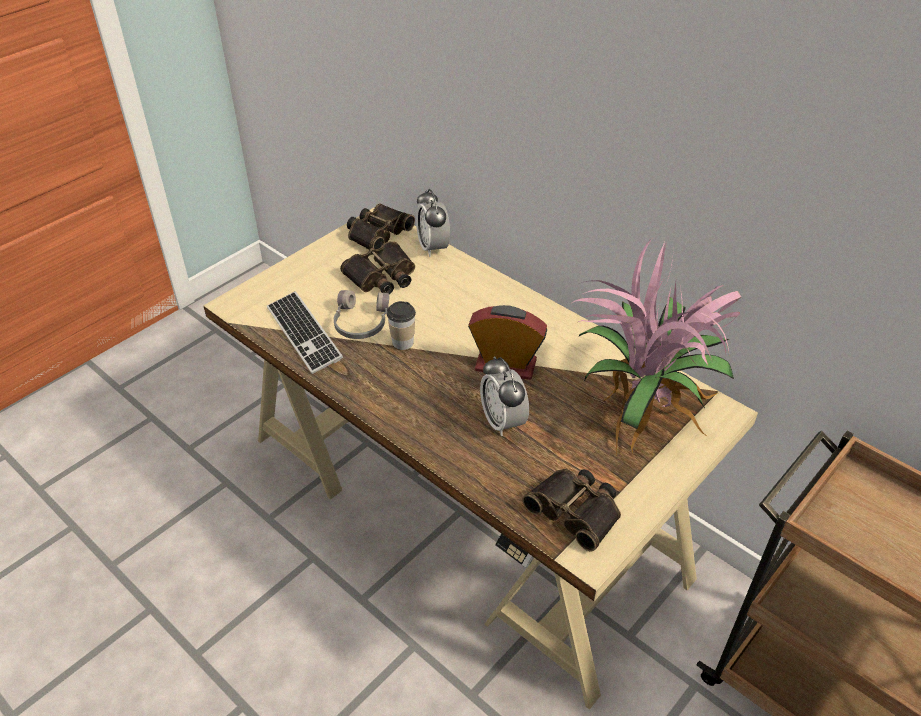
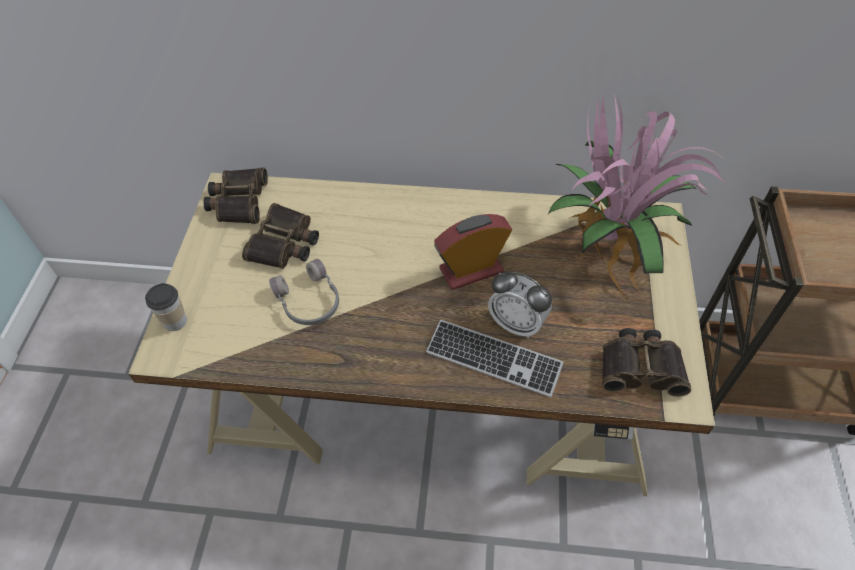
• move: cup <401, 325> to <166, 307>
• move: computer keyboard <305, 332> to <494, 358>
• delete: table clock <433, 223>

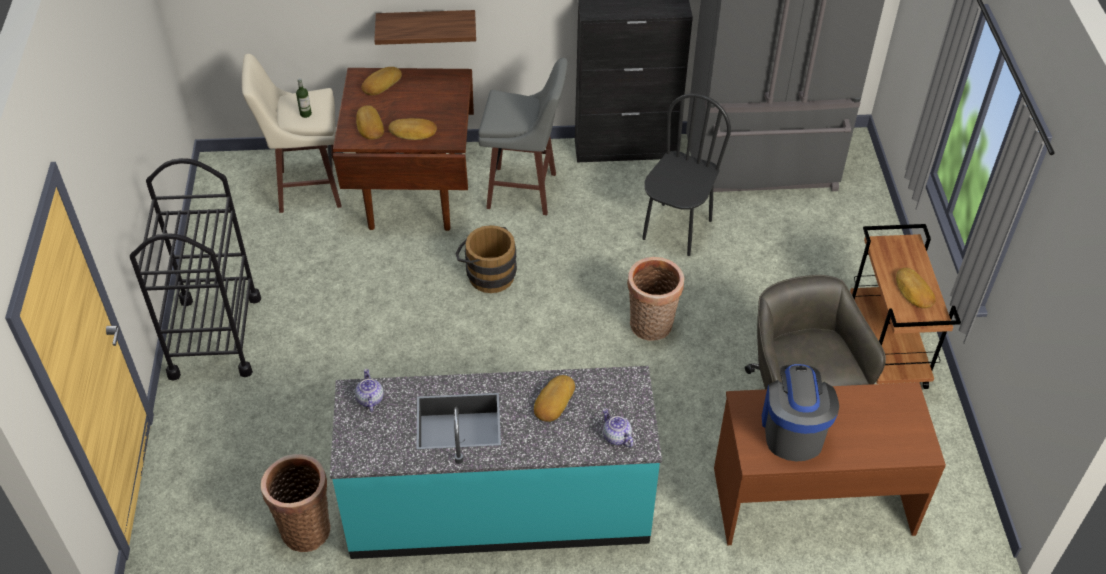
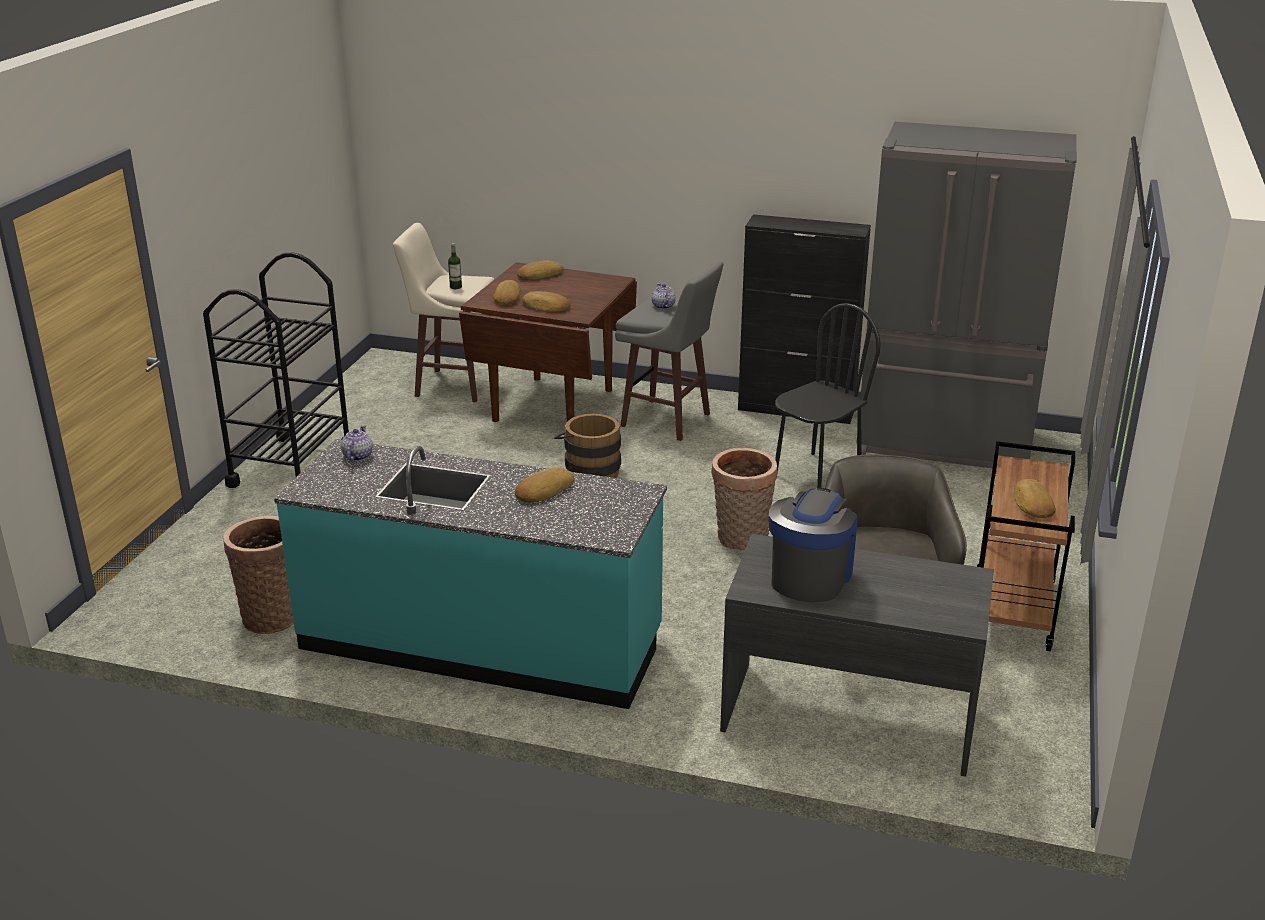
• move: tea pot <618, 428> to <664, 296>
• recolor: brown desk table <830, 463> to greyish desk table <857, 655>
• delete: shelf <425, 27>

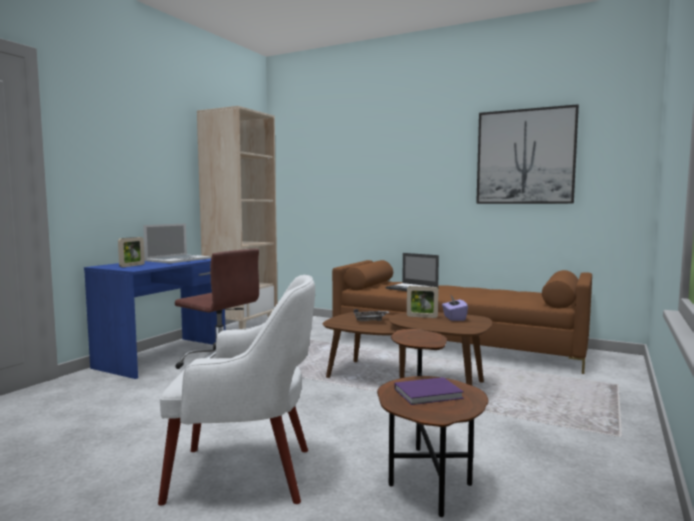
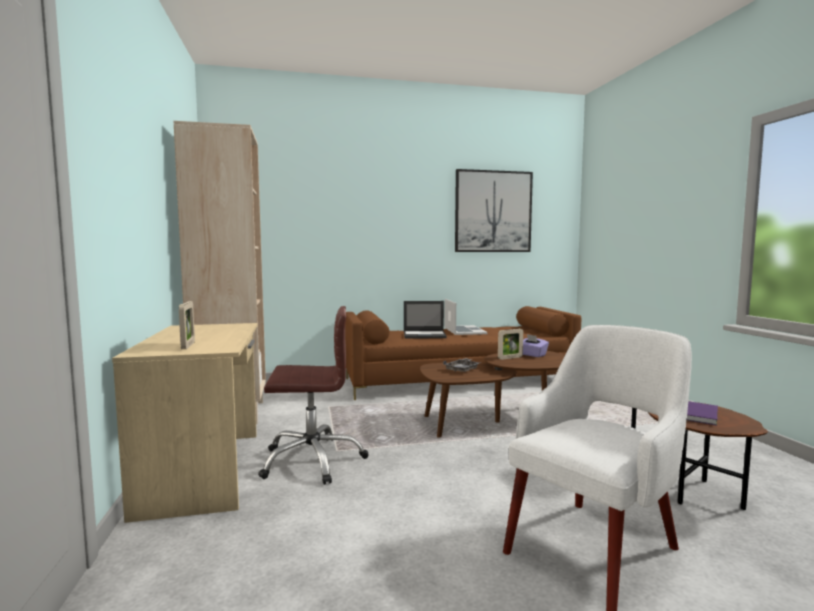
• recolor: blue desk table <154, 319> to sand-coloured desk table <185, 423>
• move: portable computer <177, 243> to <466, 317>

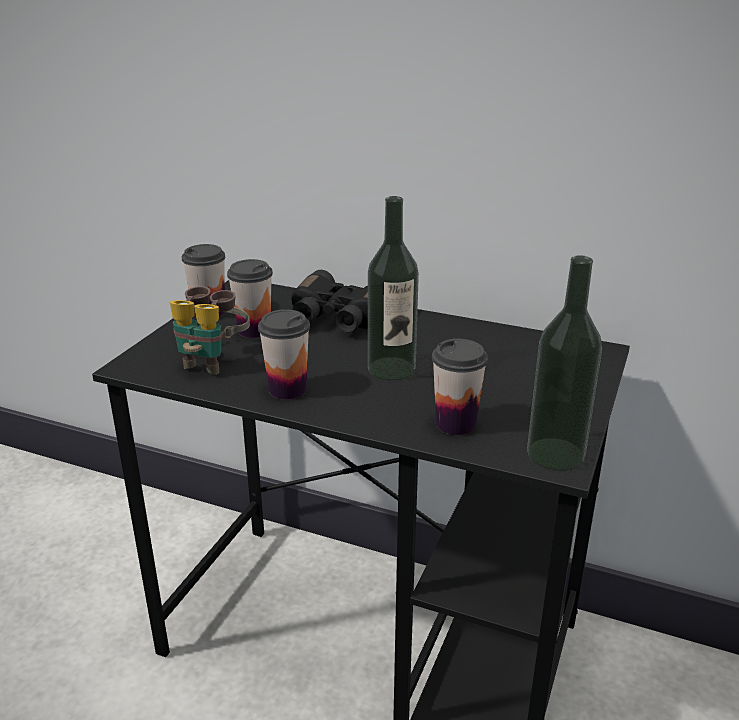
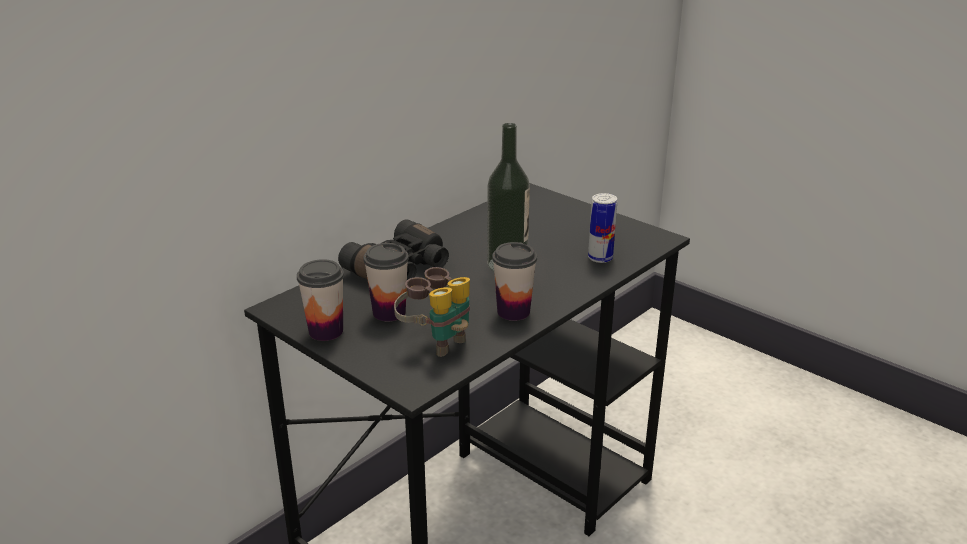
• replace: cup <460, 387> to metal can <602, 228>
• delete: beverage bottle <564, 363>

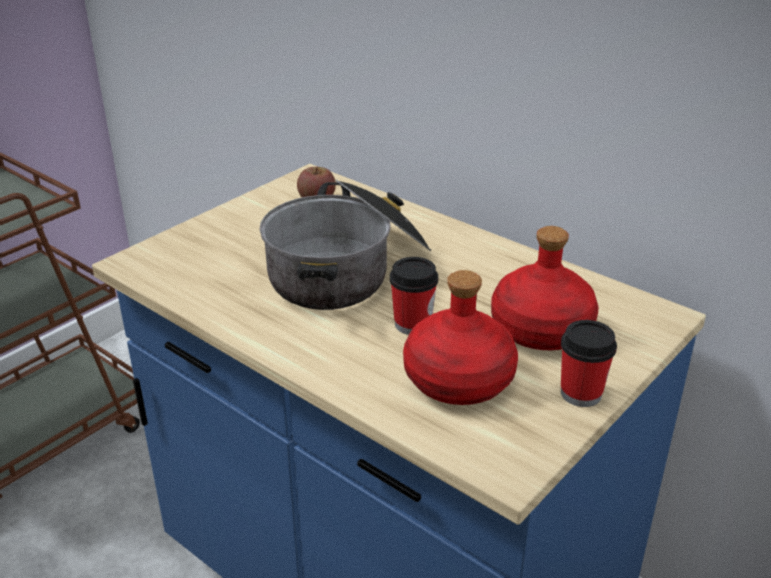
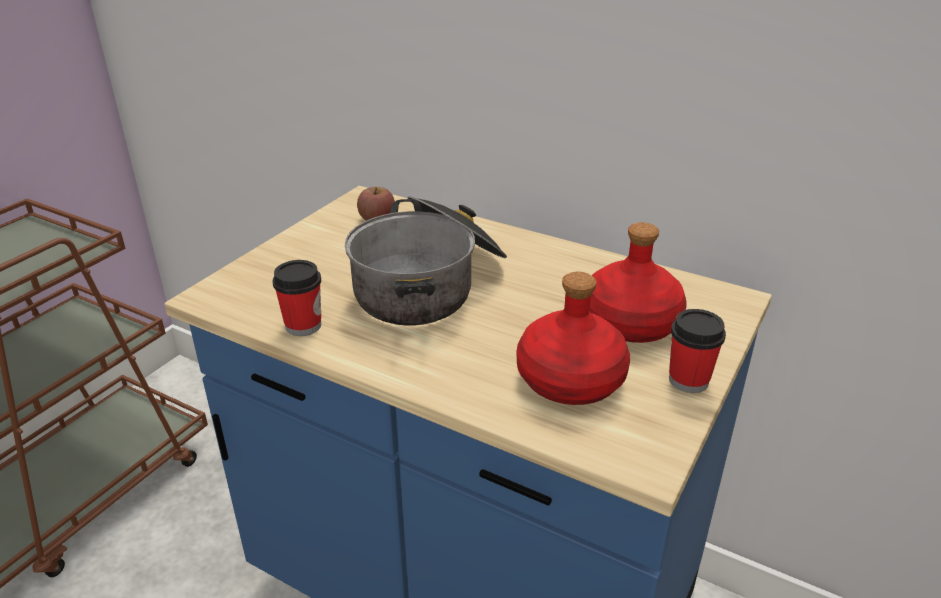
• move: cup <414, 296> to <296, 298>

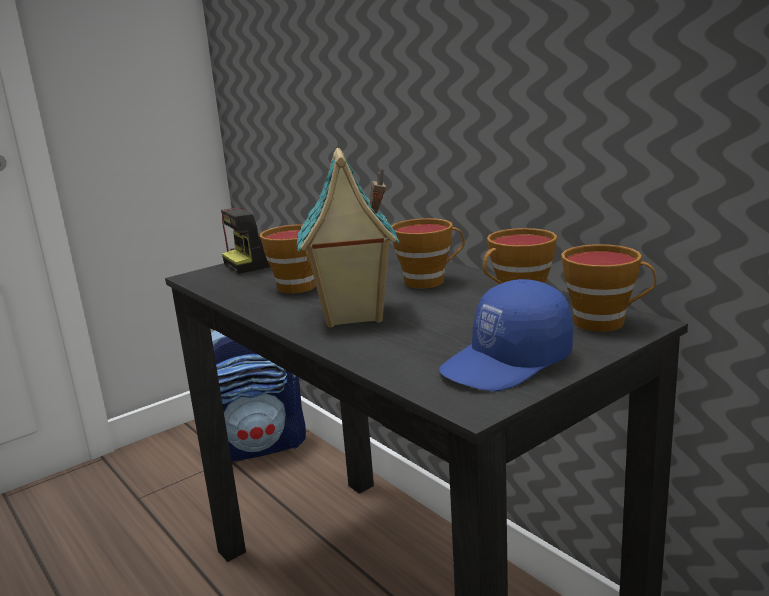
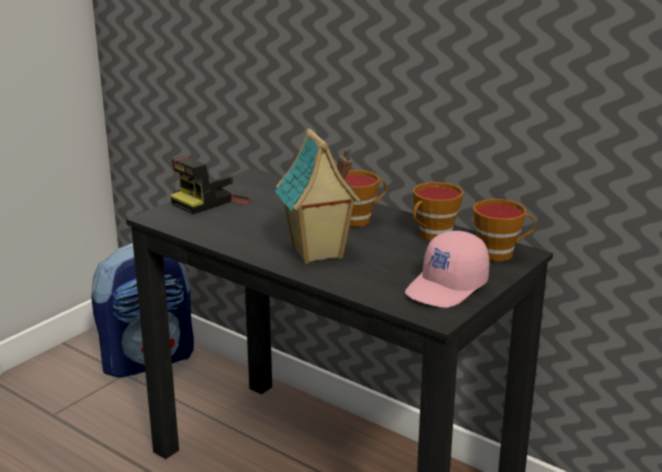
• recolor: blue cap <506, 335> to pink cap <447, 269>
• delete: cup <288, 259>

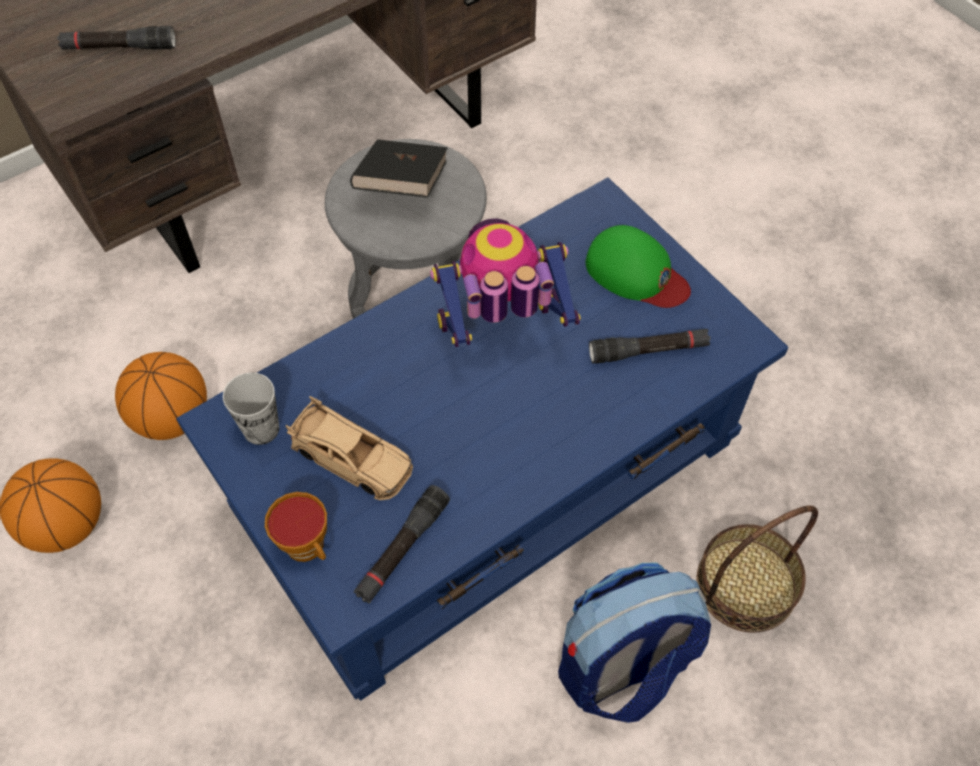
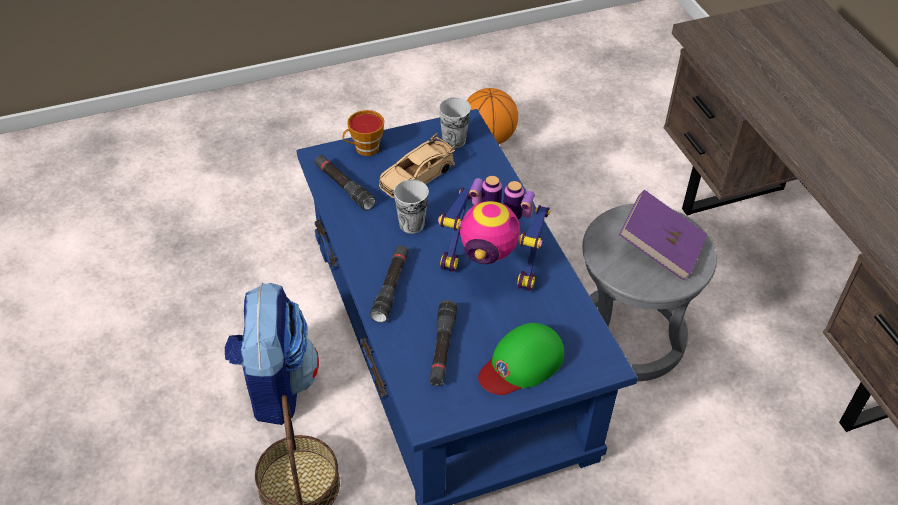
• move: black torch <116, 38> to <389, 284>
• insert: cup <411, 206>
• rotate: toy robot <505, 283> = <494, 233> 105 degrees clockwise
• recolor: black bound book <398, 168> to purple bound book <663, 235>
• delete: ball for basketball <161, 396>

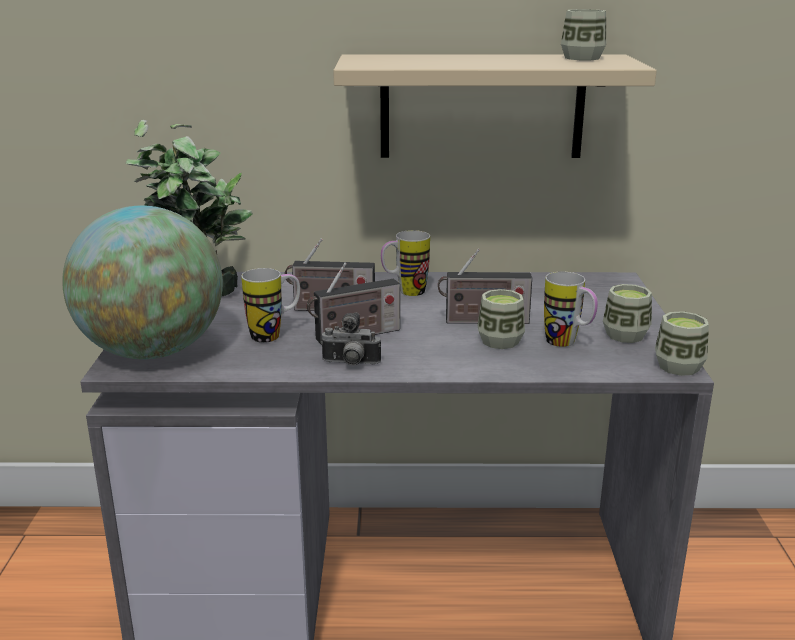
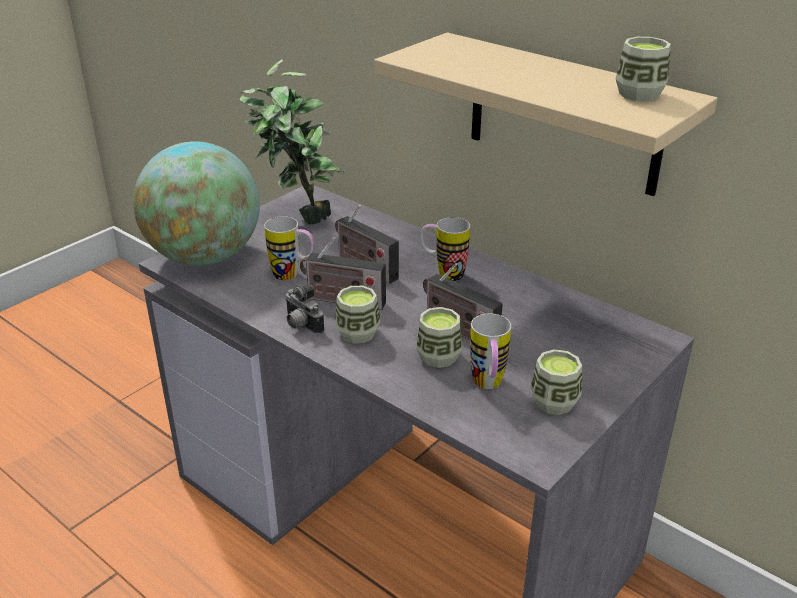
• move: cup <682, 343> to <357, 315>

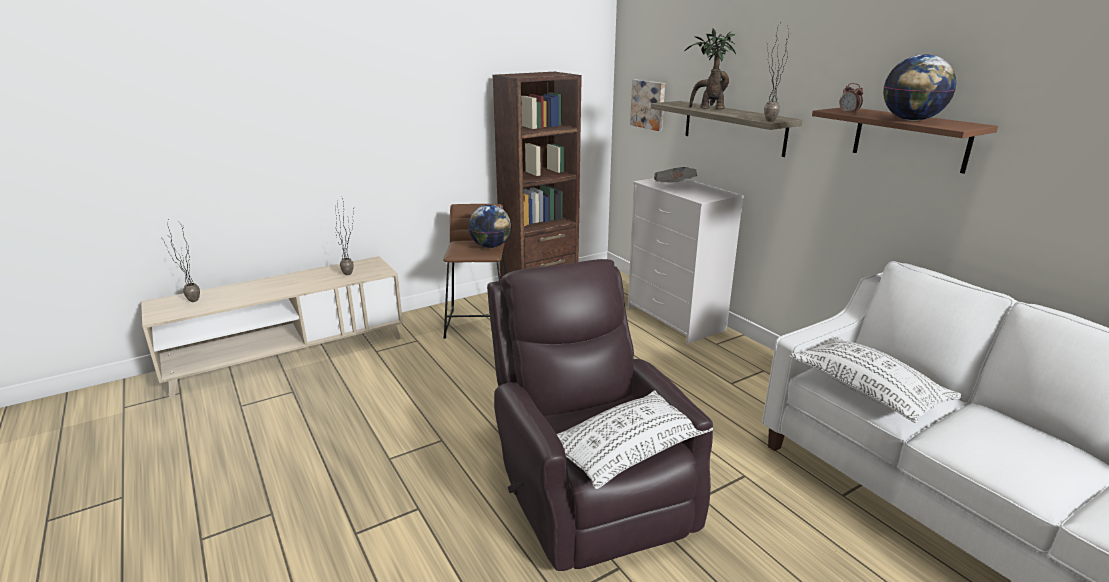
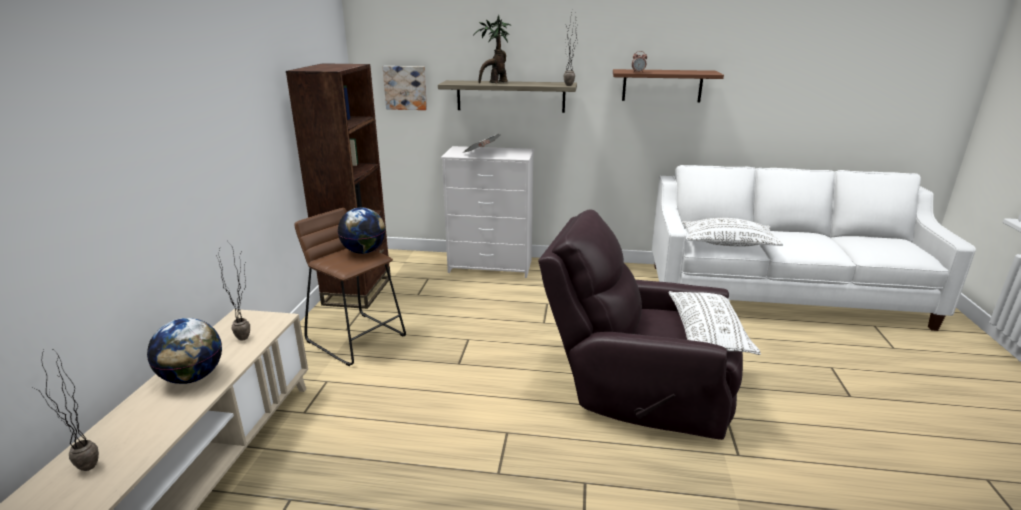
• move: world globe <919, 87> to <184, 351>

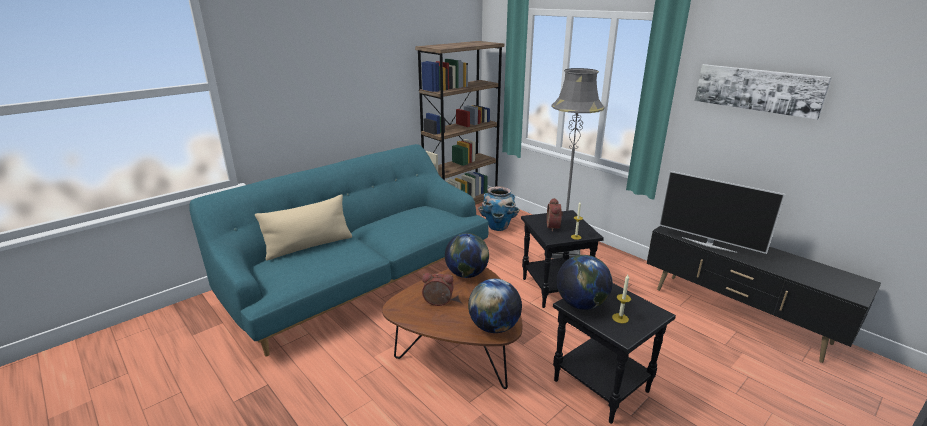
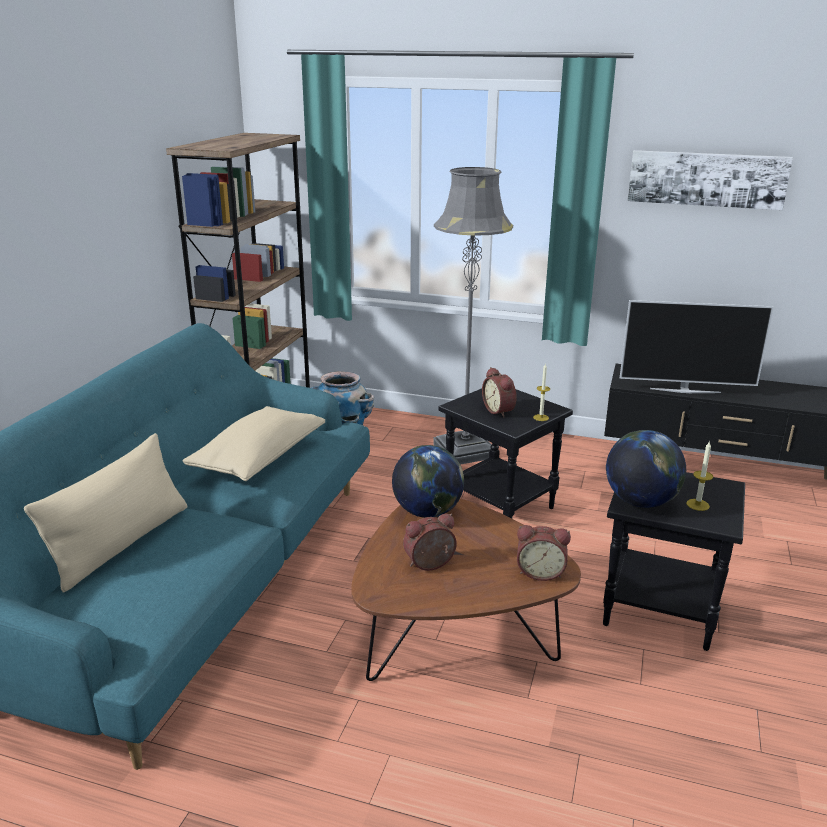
• insert: sand-coloured cushion <253, 443>
• replace: world globe <495, 306> to table clock <544, 553>

